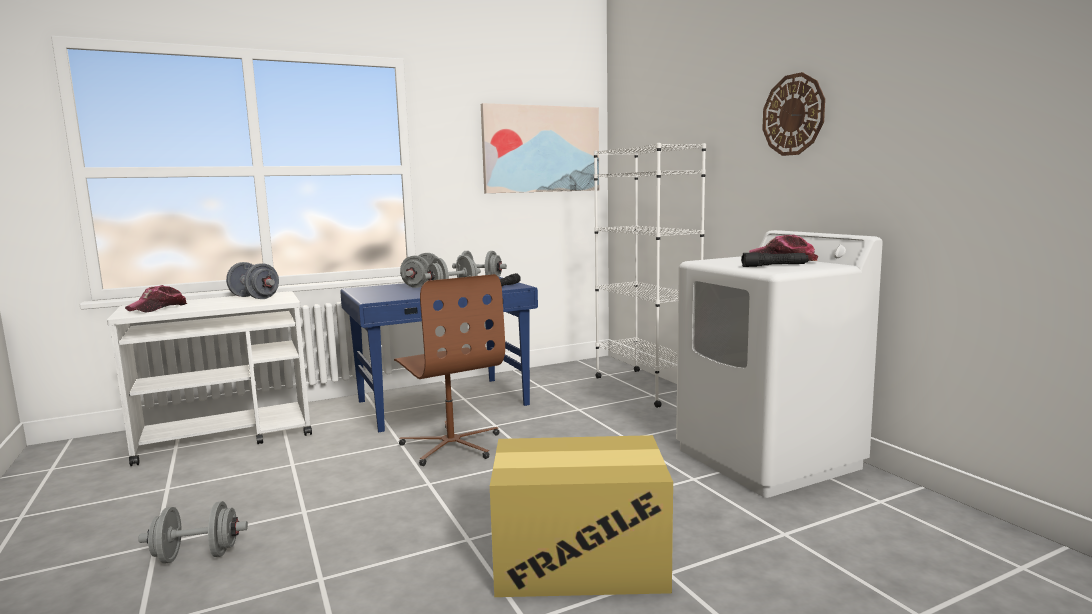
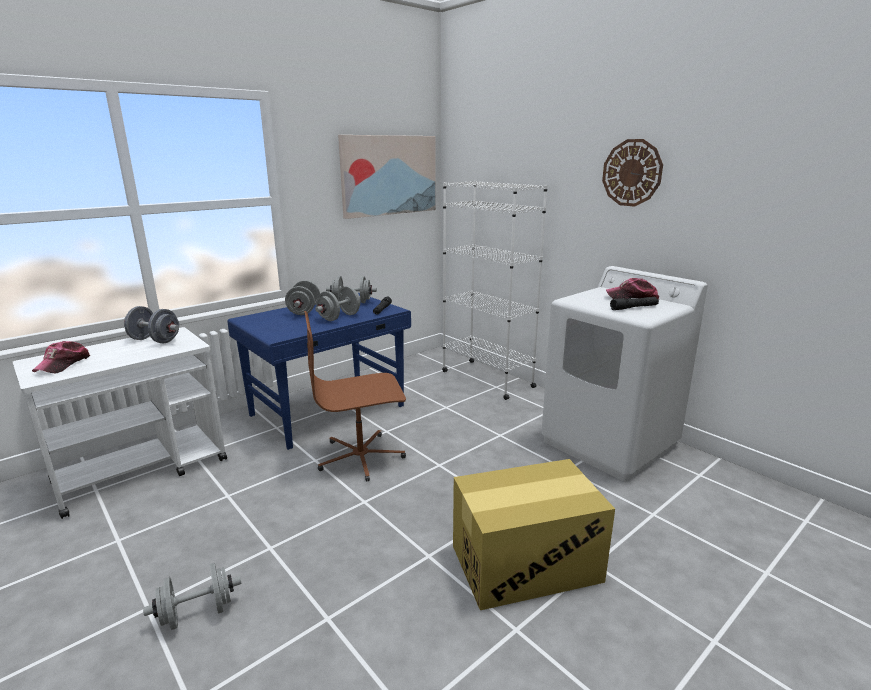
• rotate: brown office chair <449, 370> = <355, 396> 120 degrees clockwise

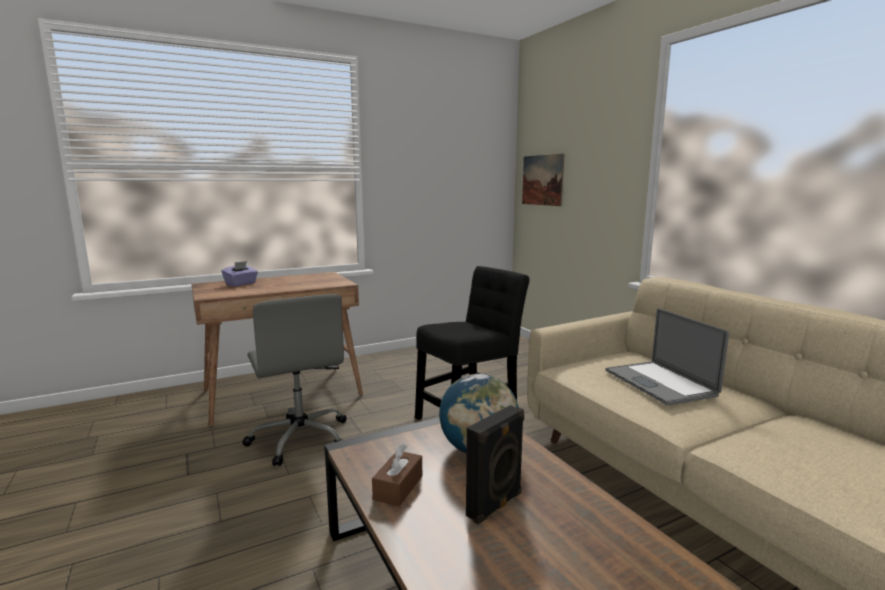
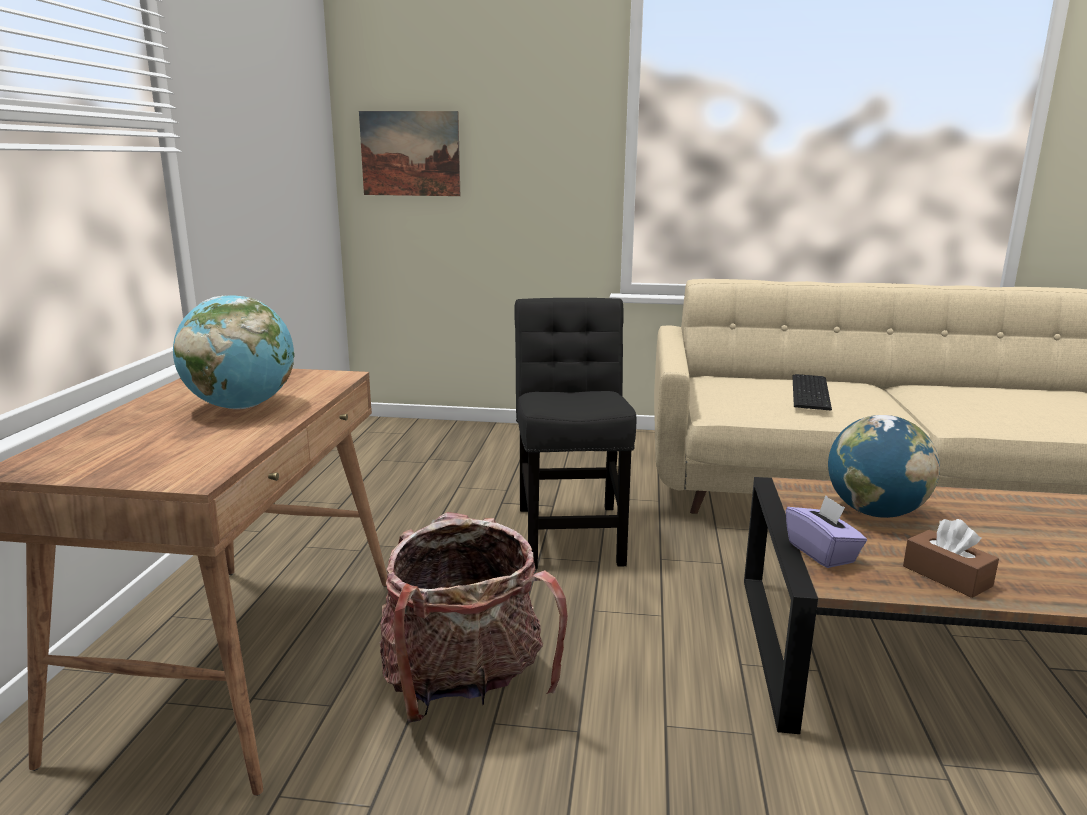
• insert: world globe <234, 352>
• replace: greyish office chair <294, 380> to backpack <474, 617>
• move: purple box of tissues <239, 273> to <826, 531>
• replace: portable computer <667, 356> to computer keyboard <812, 392>
• delete: black loudspeaker <495, 464>

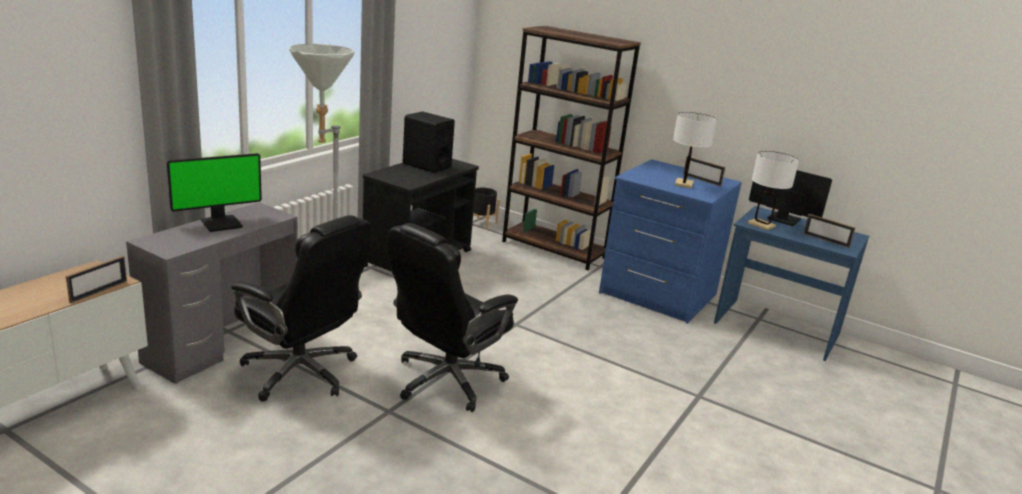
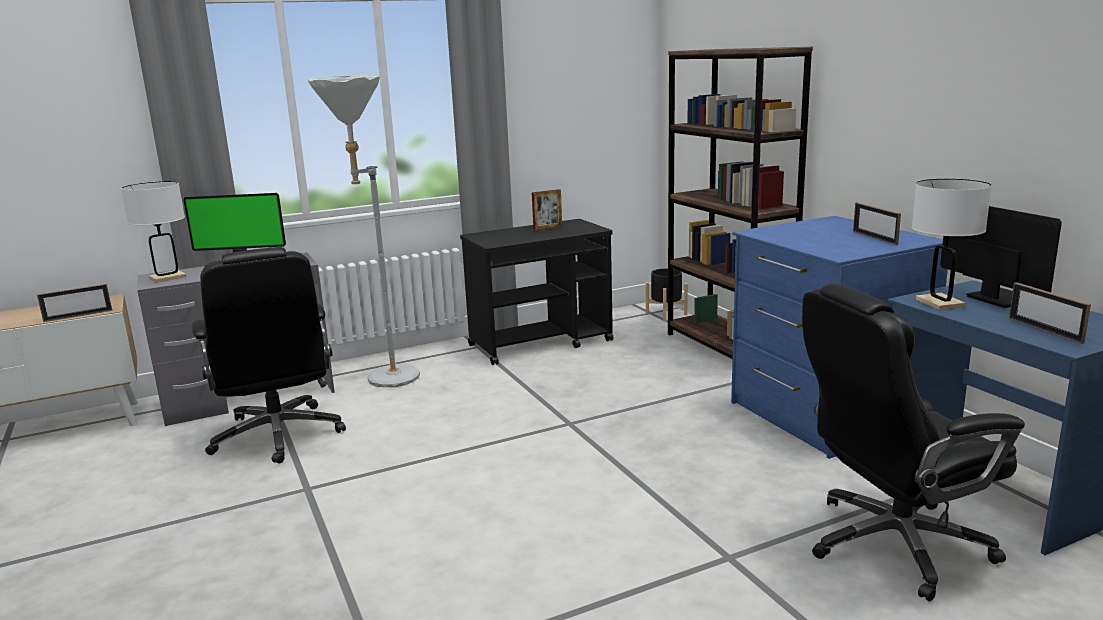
• move: white-coloured tabletop lamp <695, 150> to <153, 232>
• replace: black loudspeaker <429, 142> to standing frame <547, 210>
• move: black office chair <452, 317> to <913, 442>

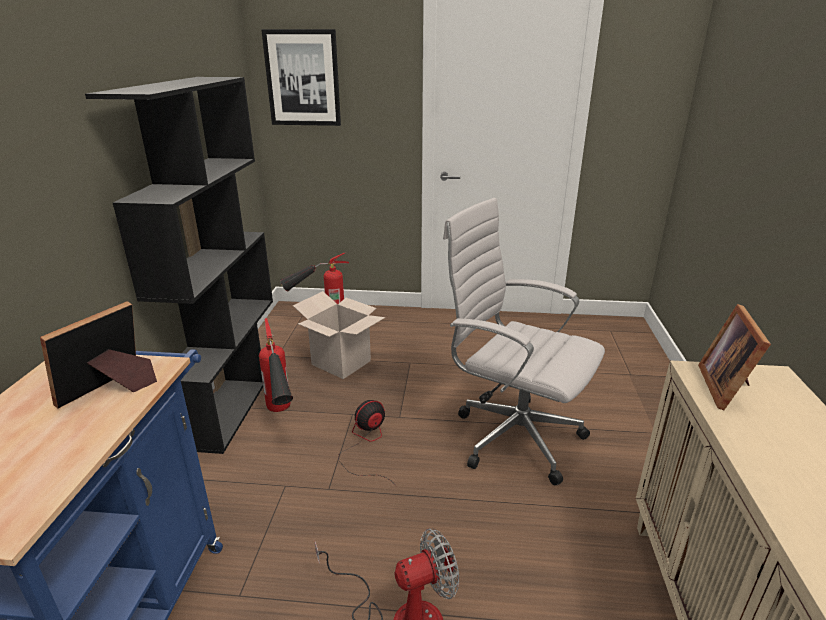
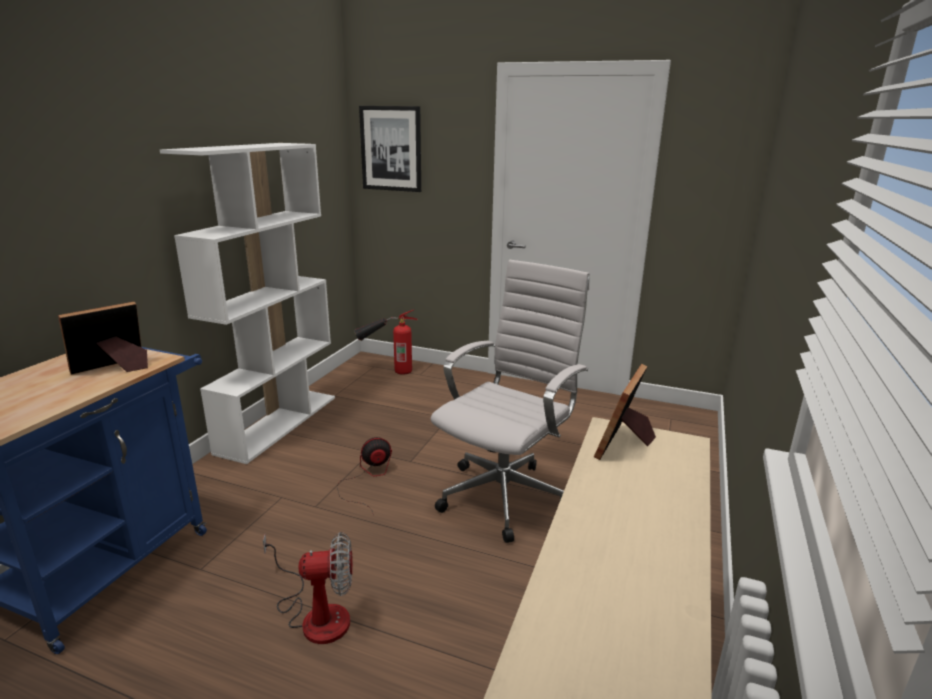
• recolor: black bookcase <179, 265> to white-coloured bookcase <247, 303>
• rotate: white-coloured office chair <524, 341> = <510, 401> 75 degrees clockwise
• delete: fire extinguisher <276, 365>
• delete: cardboard box <339, 335>

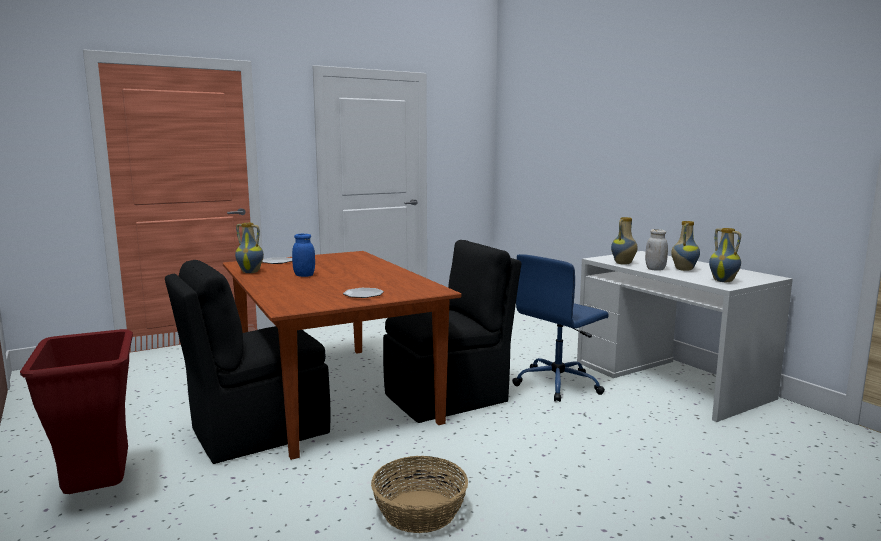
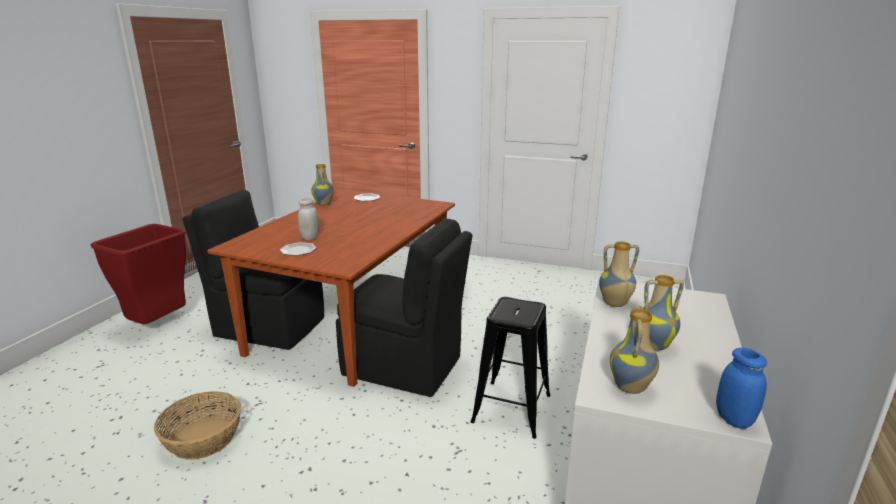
• move: white-coloured jar <656, 250> to <308, 219>
• replace: blue office chair <560, 328> to black sitting stool <510, 368>
• move: blue jar <303, 255> to <741, 388>

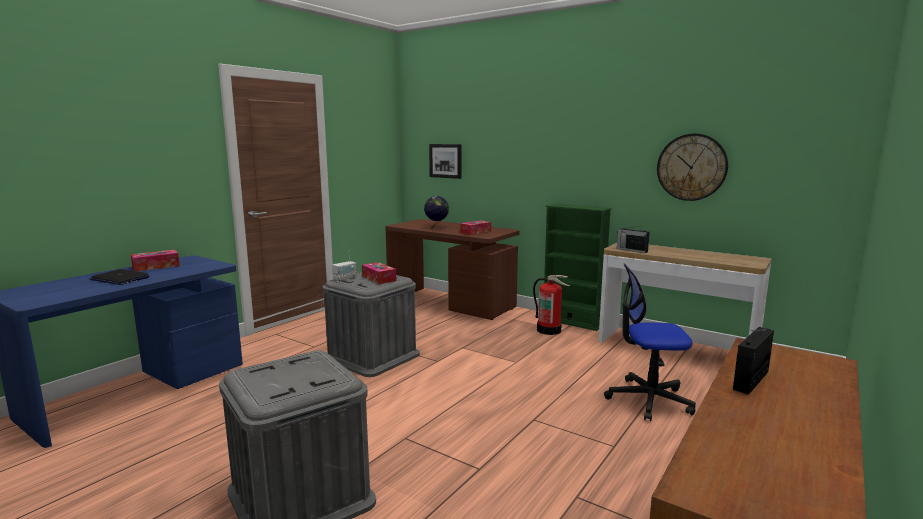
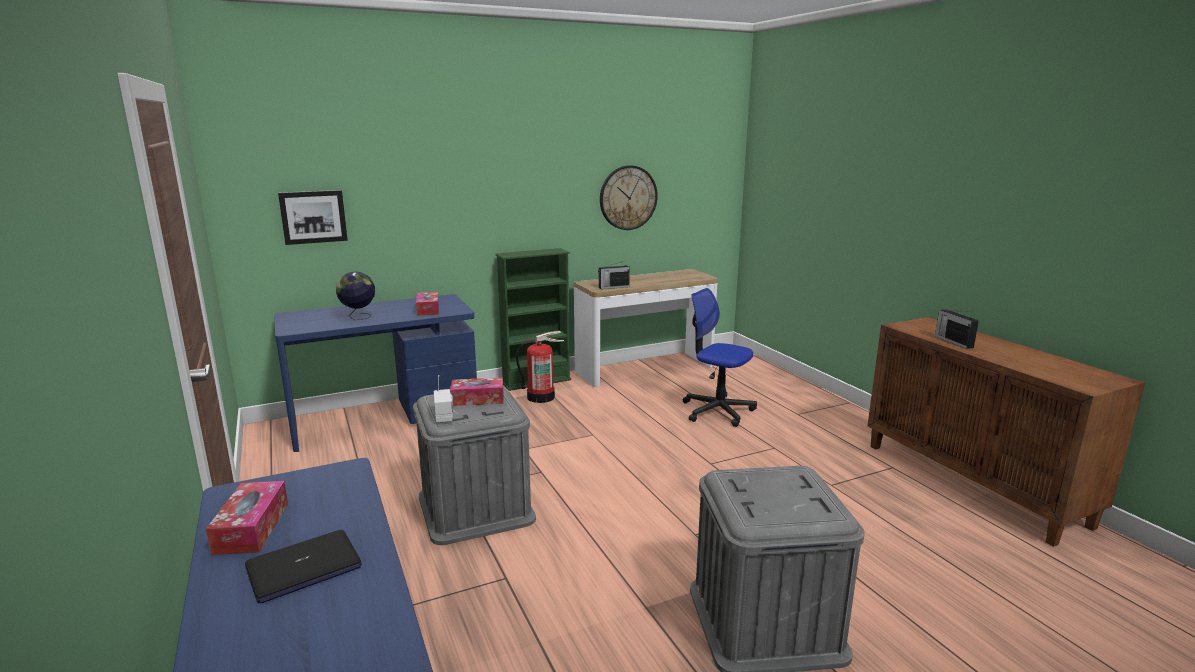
• recolor: brown desk table <452, 269> to blue desk table <375, 373>
• rotate: office chair <650, 342> = <720, 357> 90 degrees clockwise

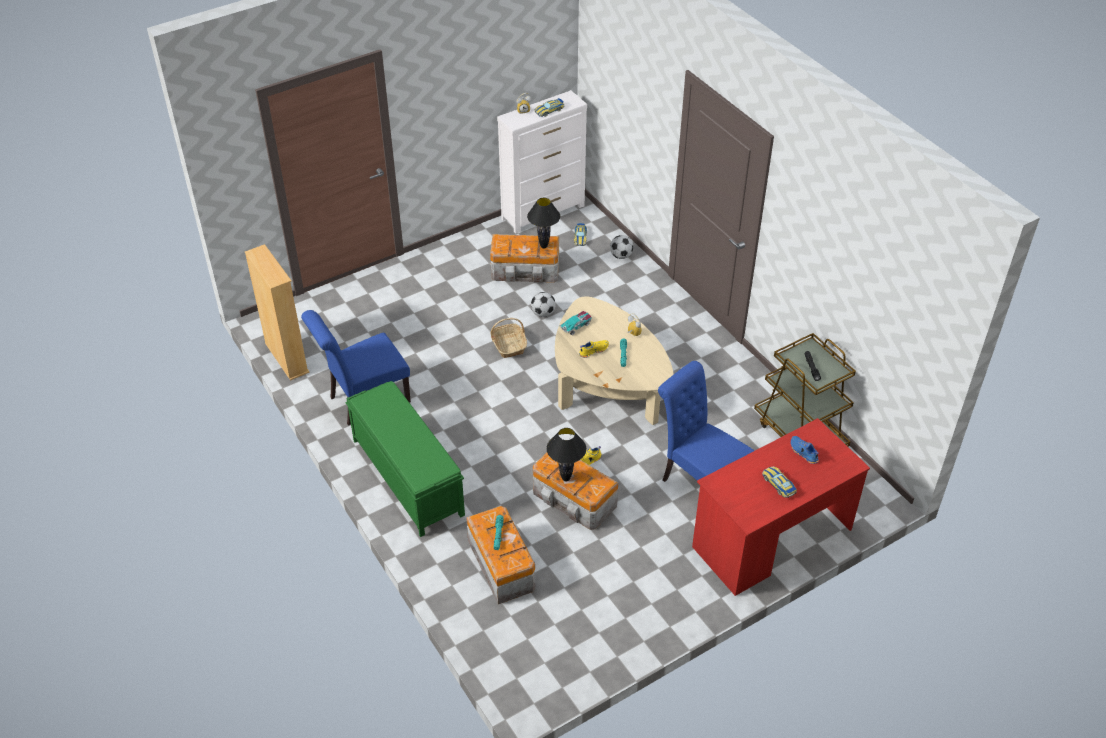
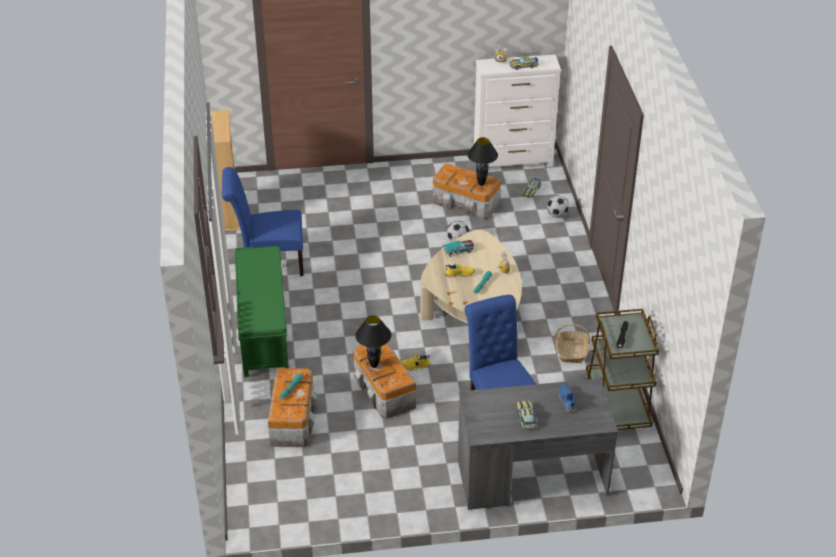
• recolor: red desk table <781, 507> to greyish desk table <538, 444>
• move: household basket <509, 338> to <572, 343>

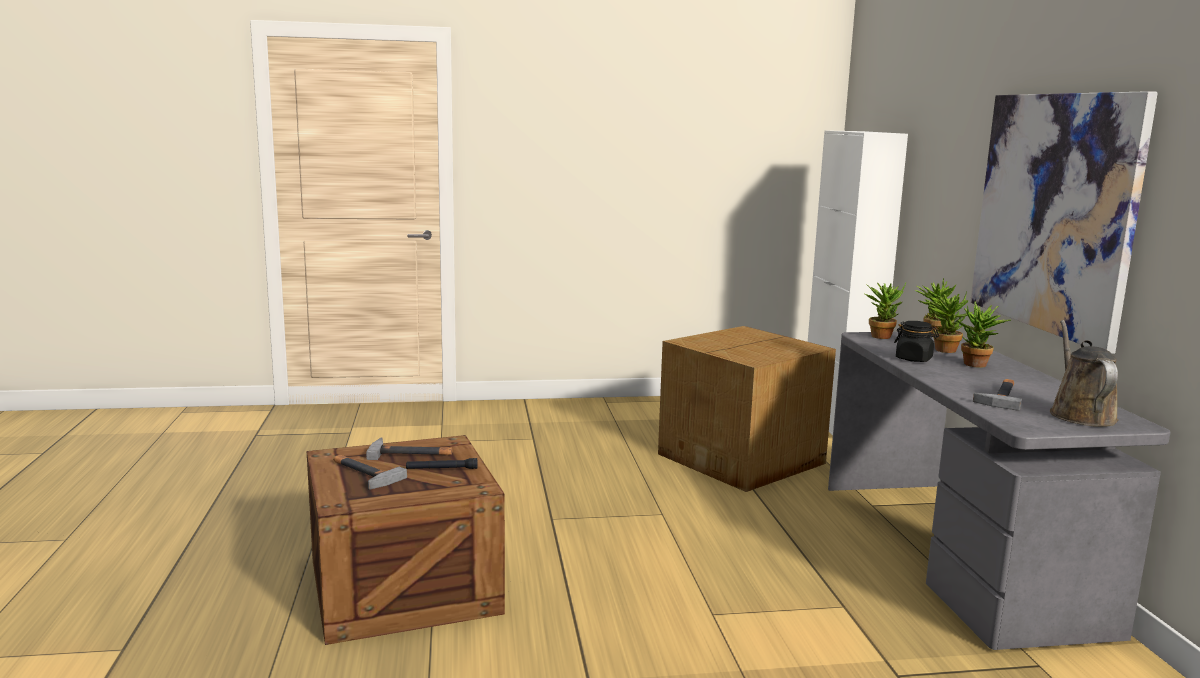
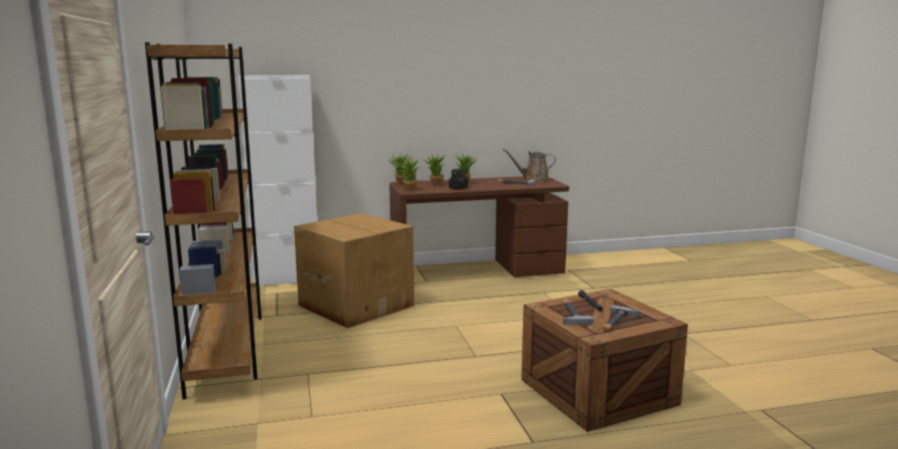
• insert: brown bookcase <203, 221>
• recolor: greyish desk table <999, 491> to brown desk table <479, 226>
• delete: wall art <1064, 222>

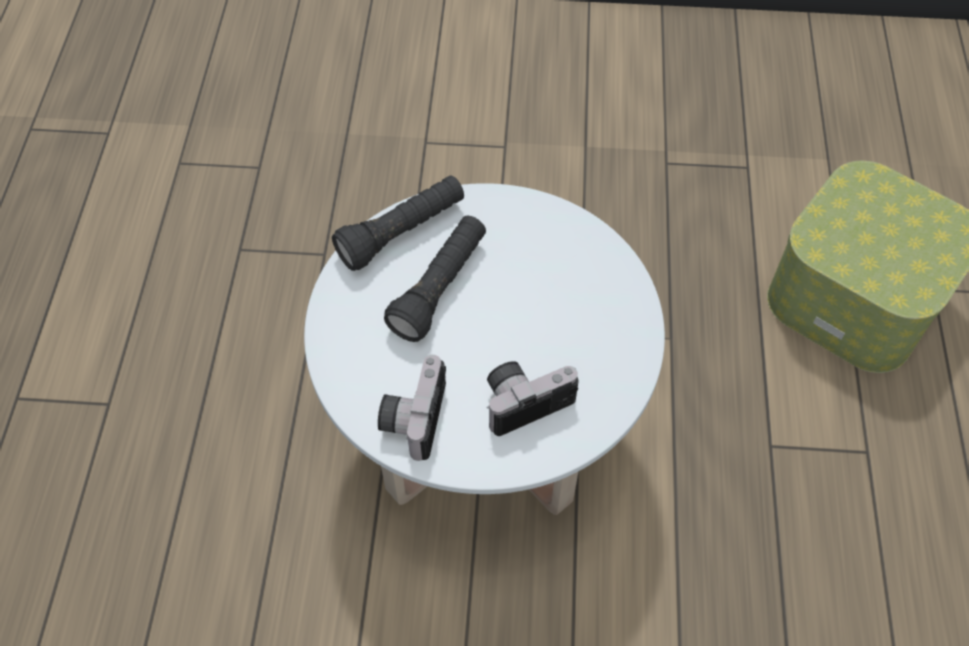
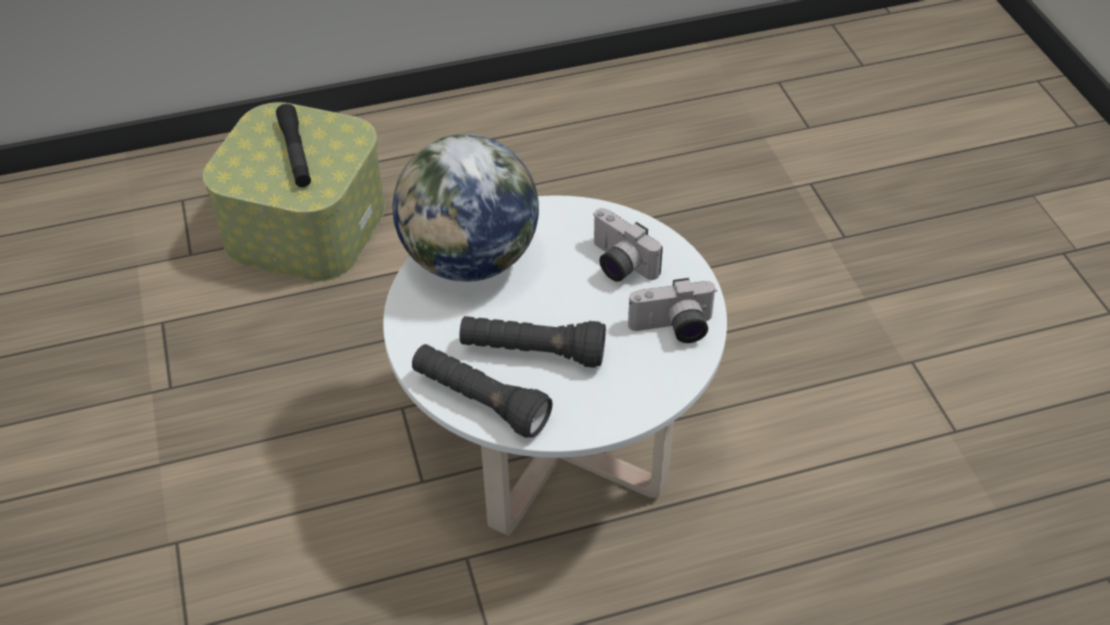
• insert: black torch <293, 145>
• insert: world globe <465, 208>

